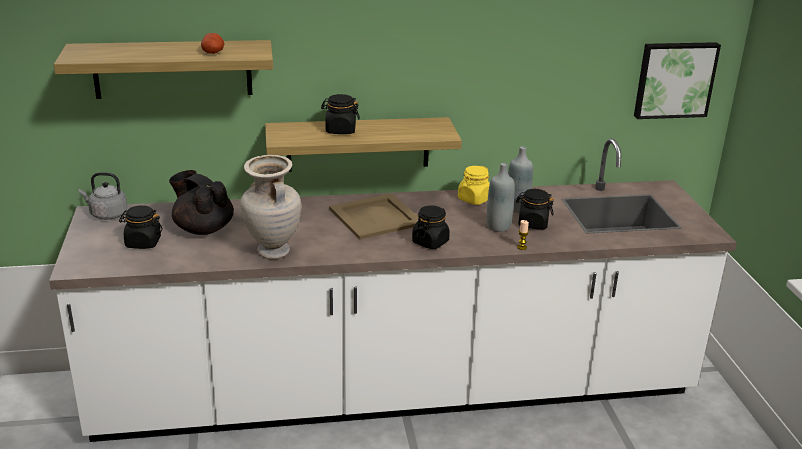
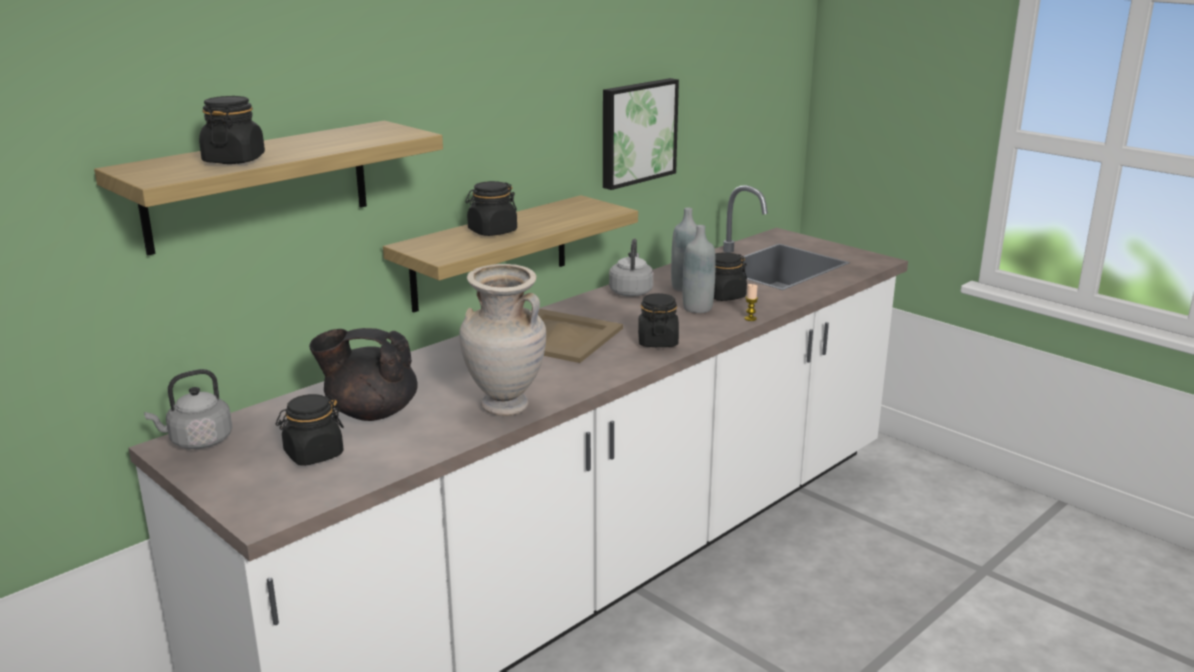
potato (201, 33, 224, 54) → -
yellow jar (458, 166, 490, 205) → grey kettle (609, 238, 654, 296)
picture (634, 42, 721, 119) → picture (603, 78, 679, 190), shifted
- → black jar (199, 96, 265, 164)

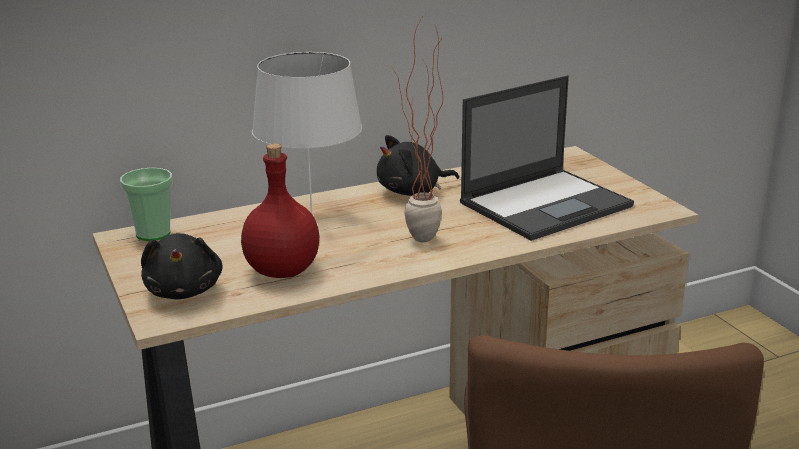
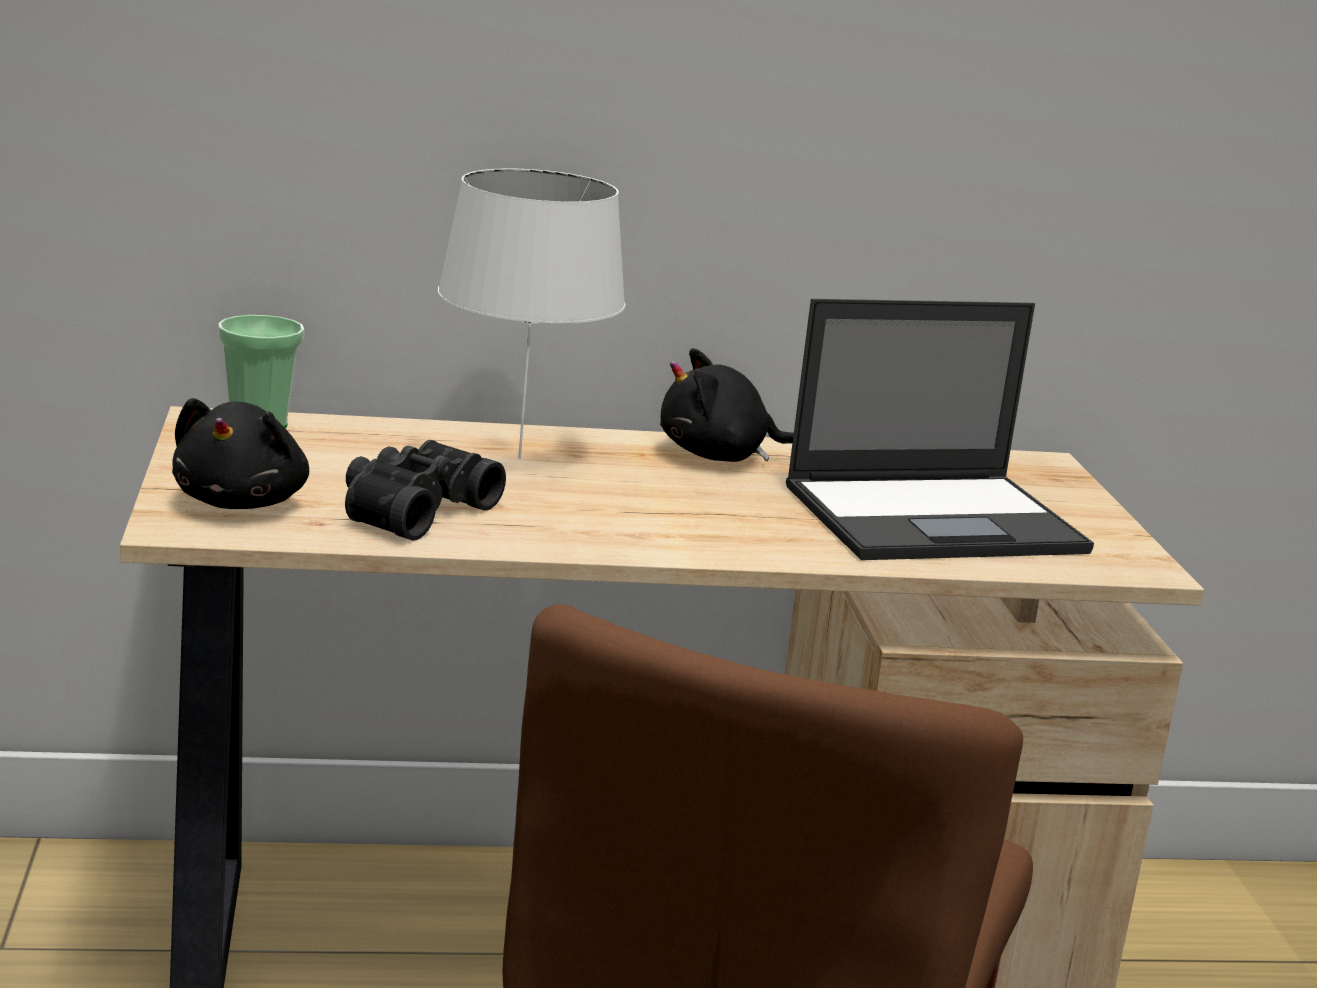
red bottle (241, 143, 319, 278) → black binoculars (345, 440, 506, 541)
potted plant (391, 15, 443, 243) → -

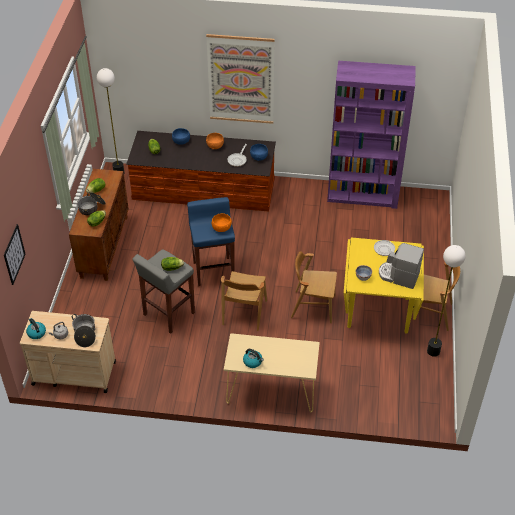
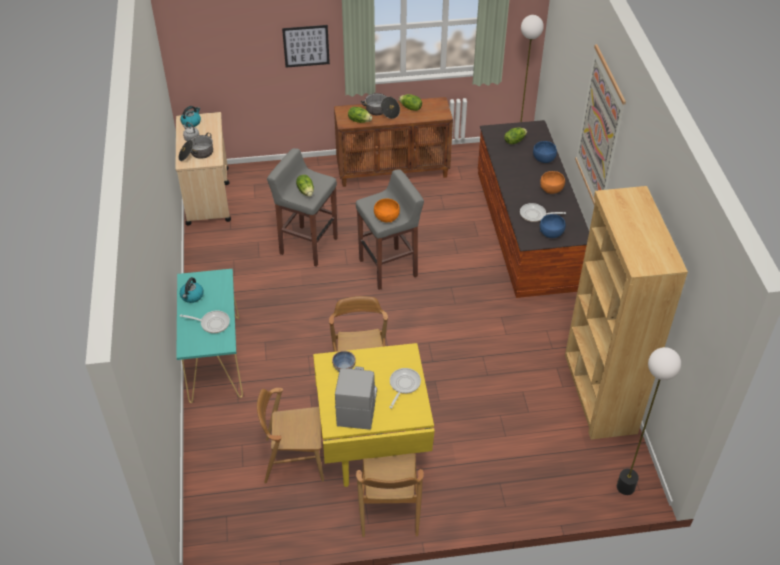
picture (4, 224, 26, 285) → picture (282, 25, 330, 68), shifted
blue stool (187, 197, 235, 286) → grey stool (356, 169, 424, 290)
brown chair (221, 271, 267, 331) → brown chair (257, 388, 324, 483), shifted
beige console table (224, 333, 320, 413) → turquoise console table (176, 269, 243, 403)
purple bookcase (327, 61, 416, 209) → brown bookcase (565, 186, 688, 440)
floor lamp (427, 245, 465, 357) → floor lamp (617, 347, 681, 495), shifted
- → frying pan (180, 310, 230, 333)

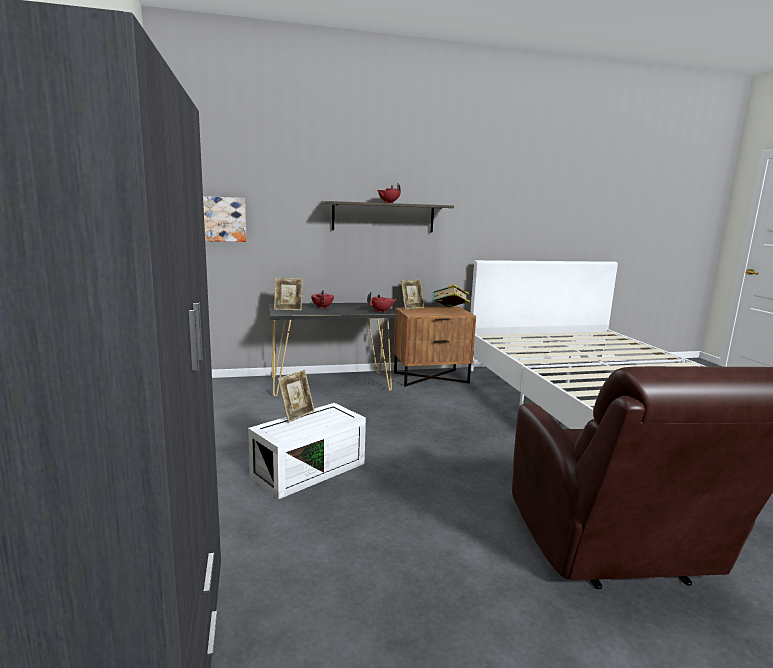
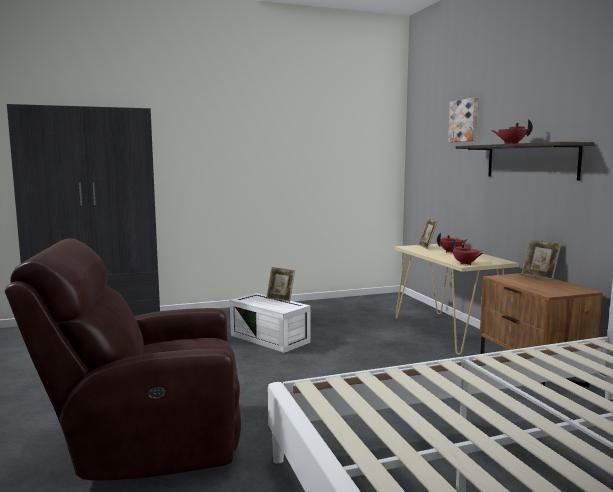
picture (203, 196, 246, 242) → picture (448, 97, 478, 142), shifted
black console table (269, 303, 397, 397) → beige console table (394, 244, 519, 355)
book (432, 284, 470, 307) → -

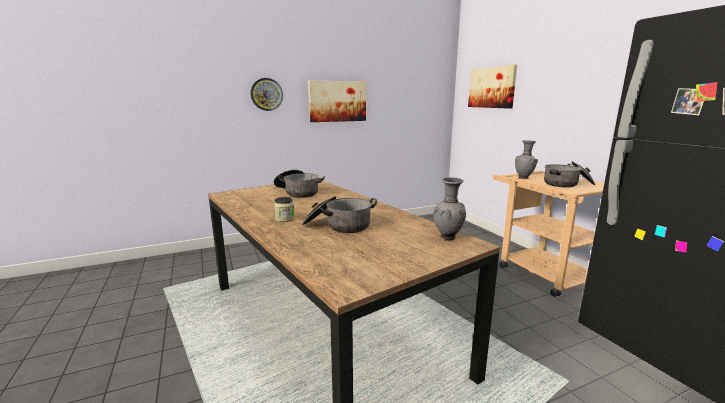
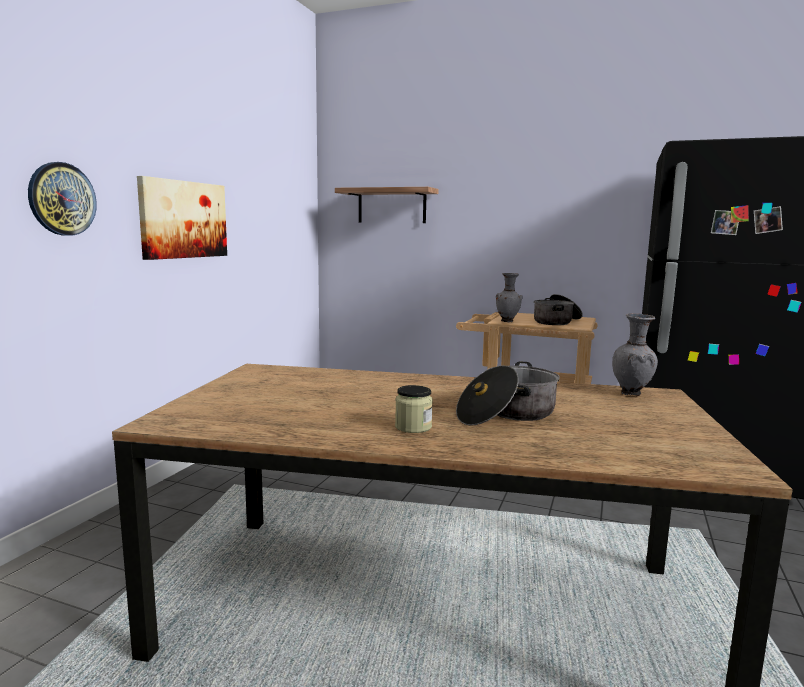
cooking pot (274, 170, 325, 198) → -
picture (468, 65, 517, 109) → shelf (335, 187, 438, 223)

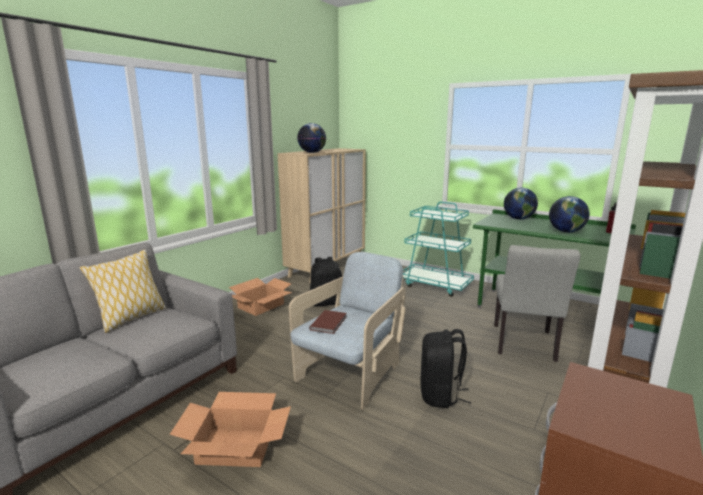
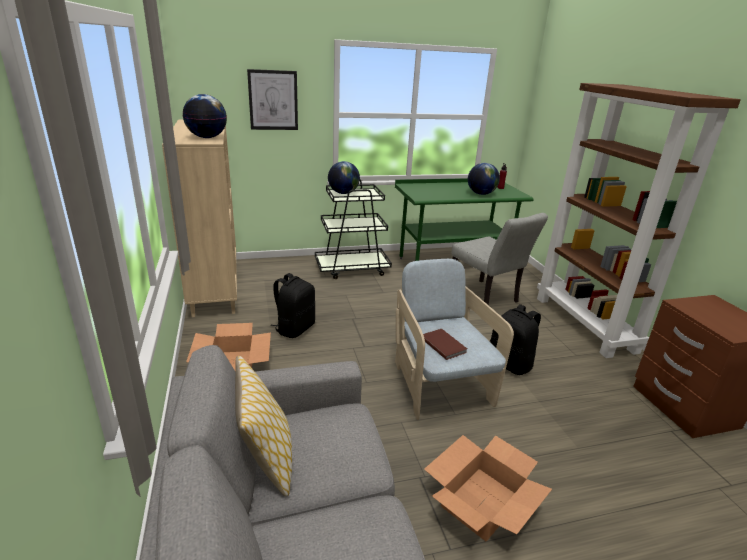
turquoise cart (403, 202, 474, 297) → black cart (315, 180, 392, 279)
globe (504, 187, 538, 220) → globe (328, 161, 360, 194), shifted
- → picture (247, 69, 298, 130)

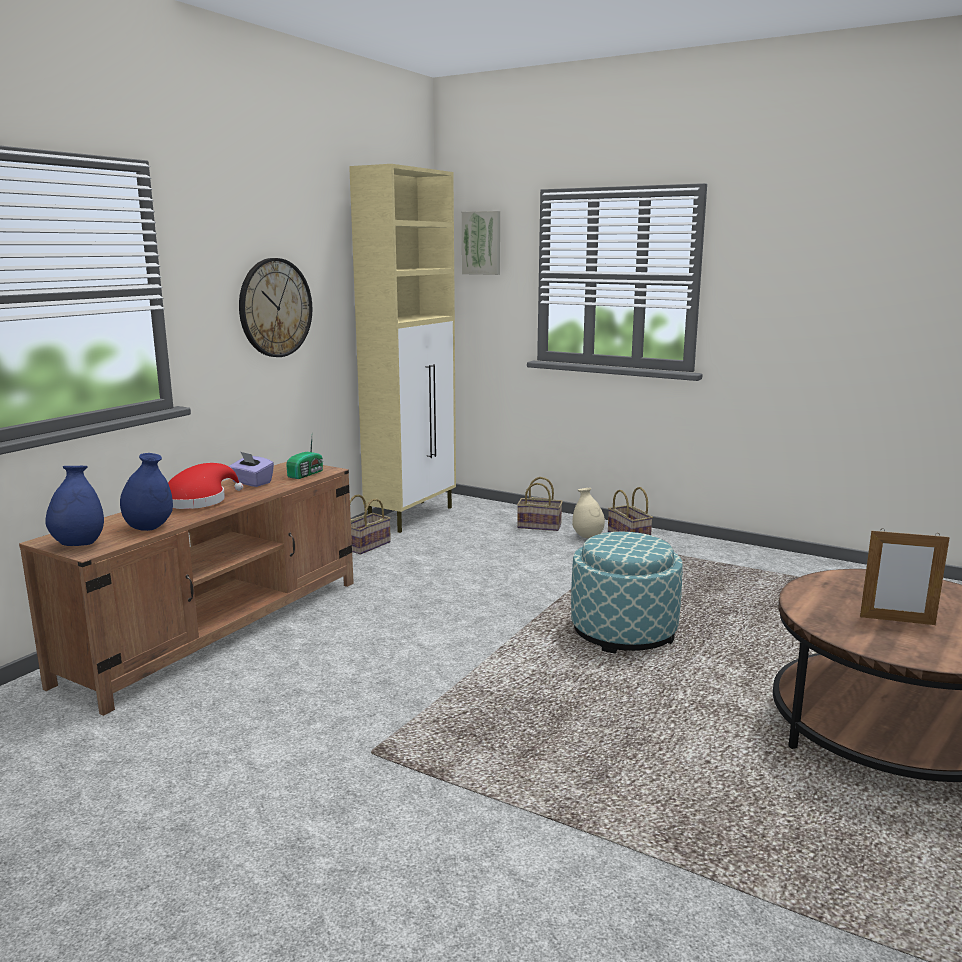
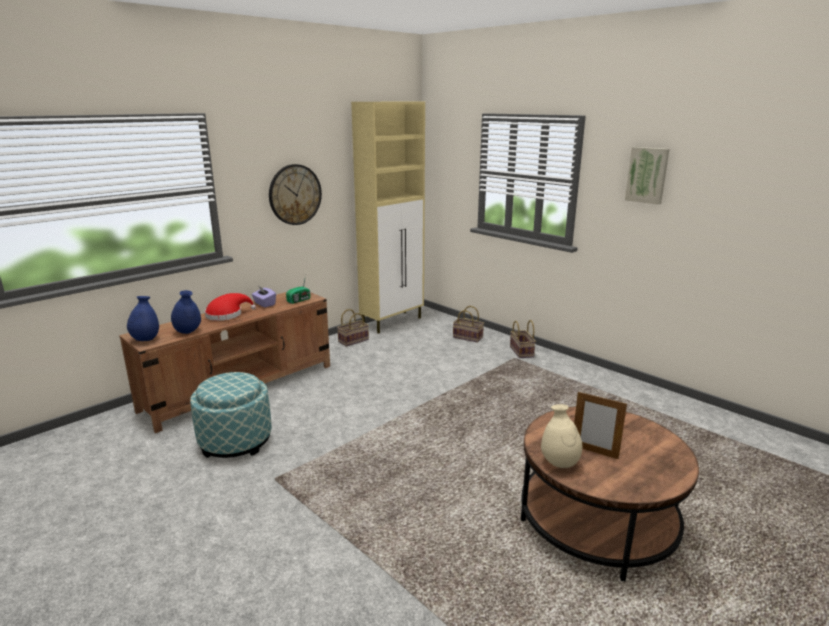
picture (462, 211, 500, 275) → picture (625, 147, 670, 205), shifted
ottoman (571, 532, 683, 654) → ottoman (190, 372, 272, 458), shifted
beige vase (572, 488, 605, 538) → beige vase (541, 404, 582, 468), shifted

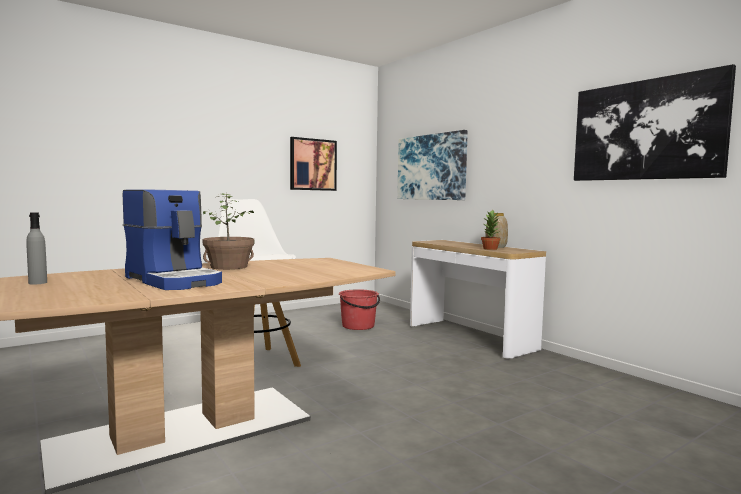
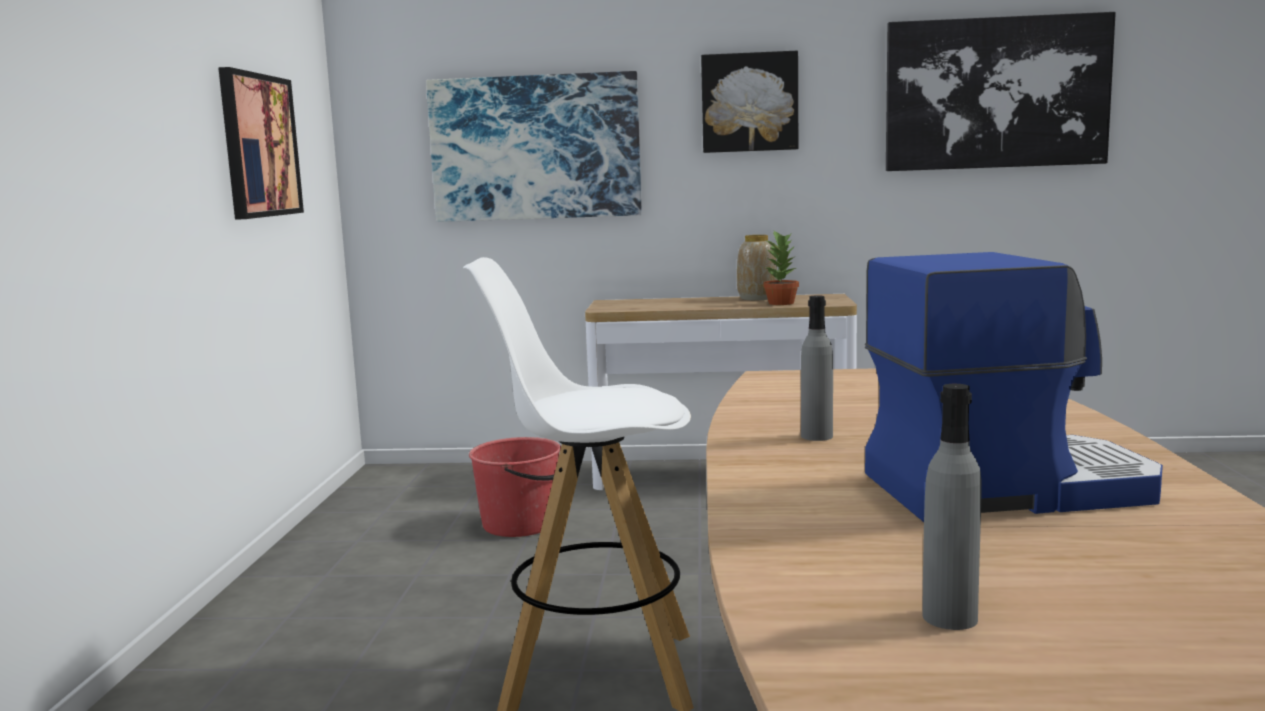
potted plant (203, 193, 254, 270) → grey bottle (801, 295, 833, 441)
- → picture (701, 51, 798, 153)

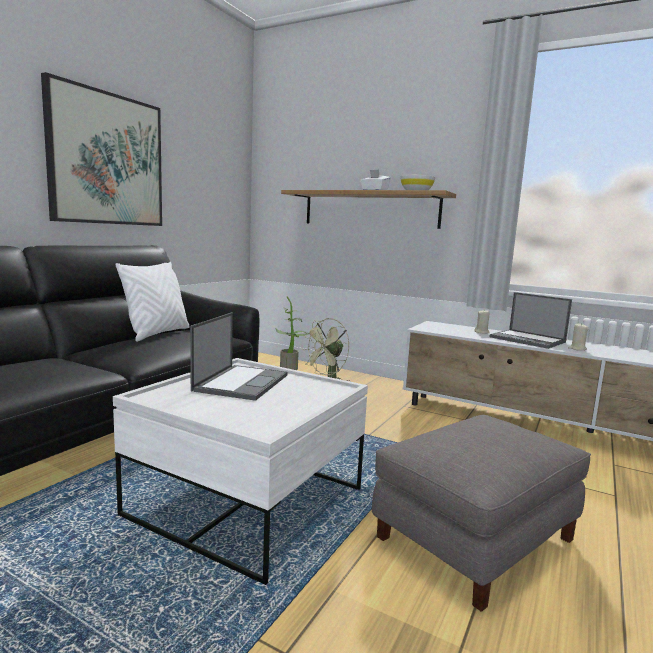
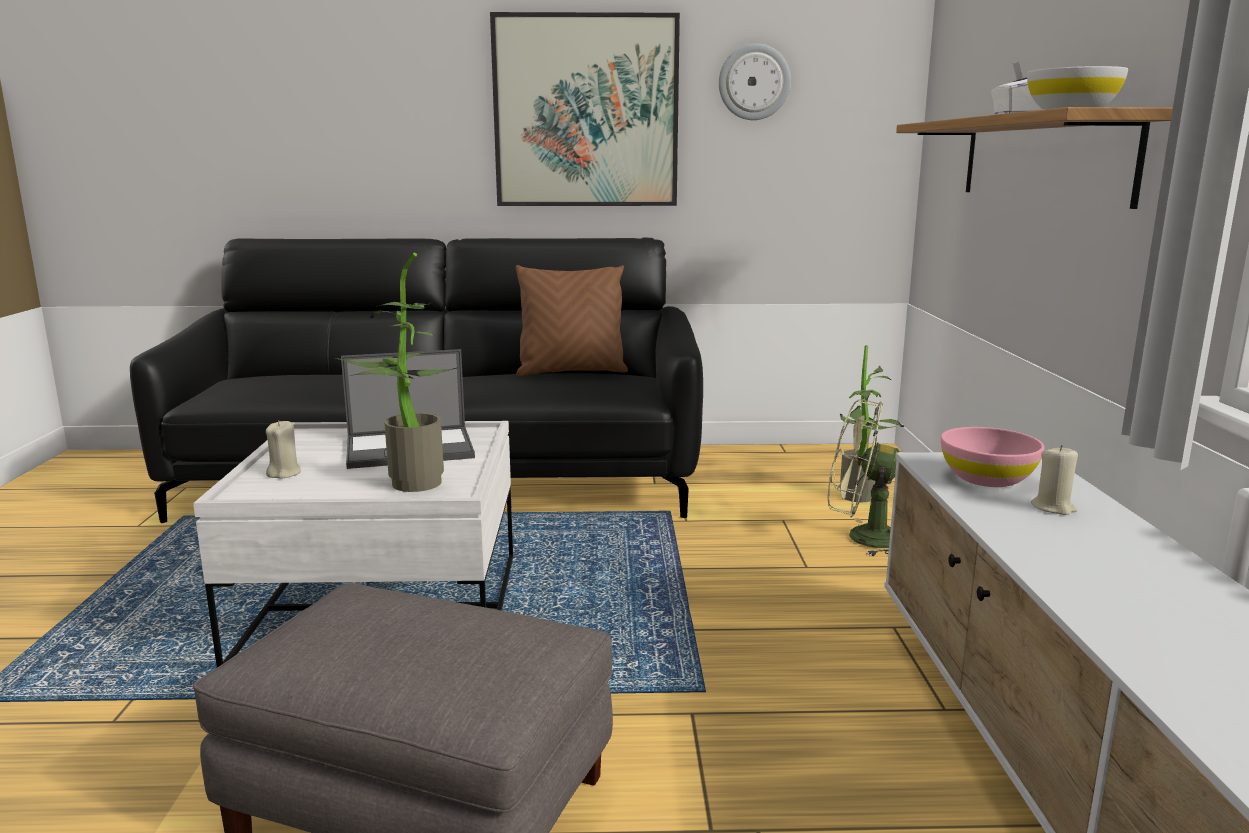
white pillow (115, 262, 190, 342) → brown pillow (515, 265, 628, 377)
laptop (489, 292, 572, 349) → -
beige candle (568, 323, 589, 351) → beige candle (266, 420, 301, 479), shifted
- → potted plant (336, 252, 456, 492)
- → wall clock (719, 43, 791, 120)
- → pink bowl (941, 427, 1045, 487)

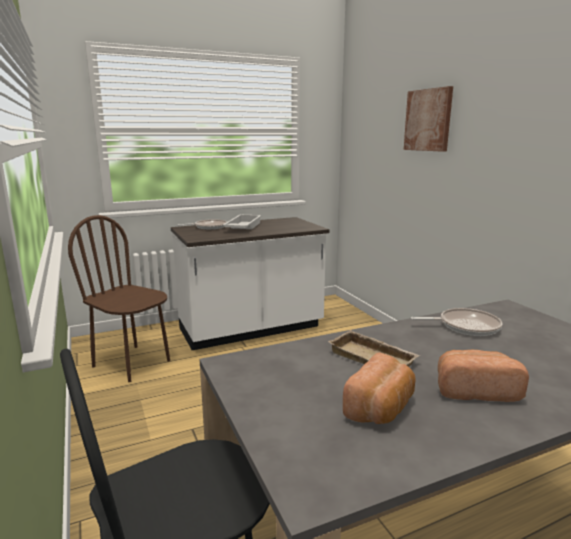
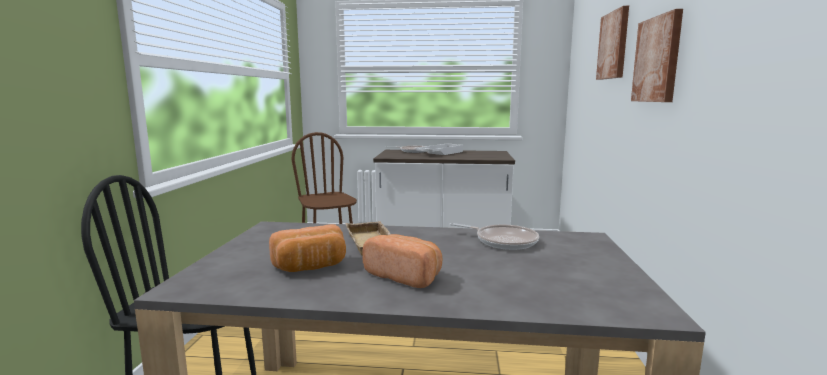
- → picture (631, 9, 683, 102)

